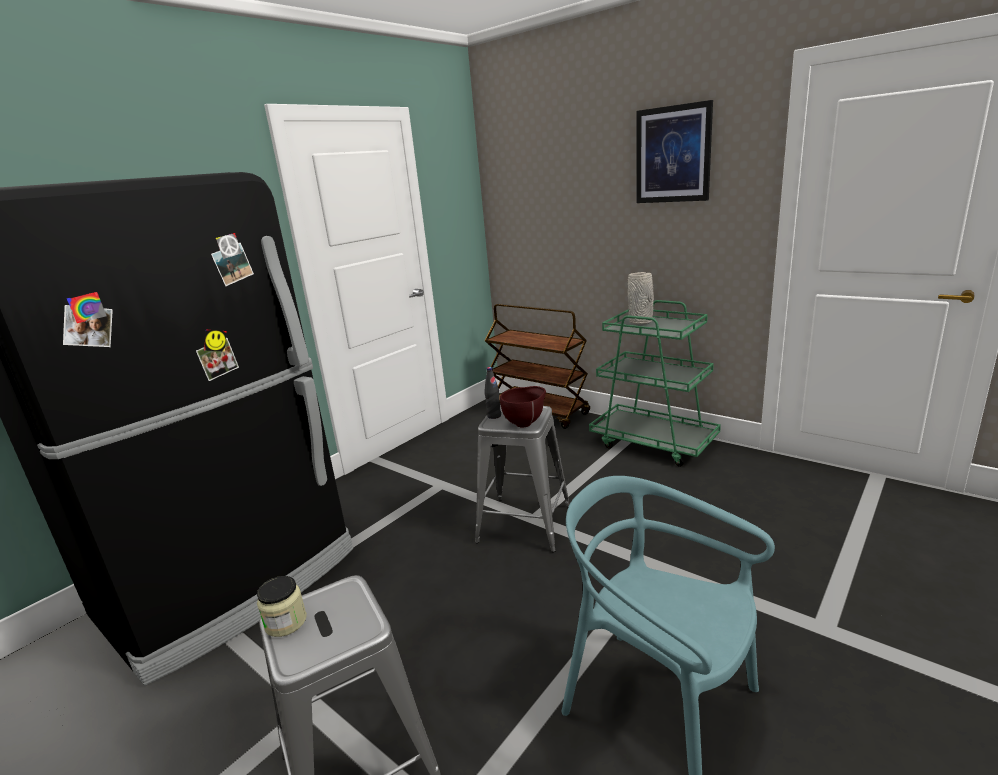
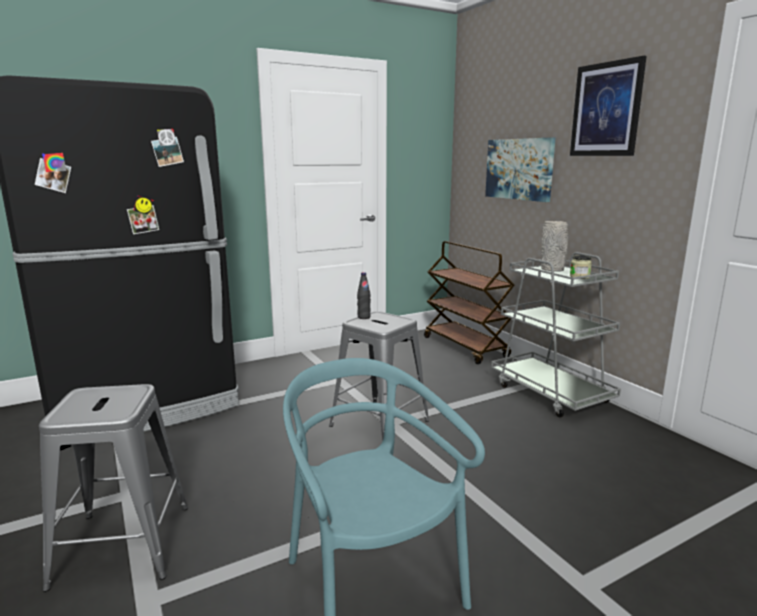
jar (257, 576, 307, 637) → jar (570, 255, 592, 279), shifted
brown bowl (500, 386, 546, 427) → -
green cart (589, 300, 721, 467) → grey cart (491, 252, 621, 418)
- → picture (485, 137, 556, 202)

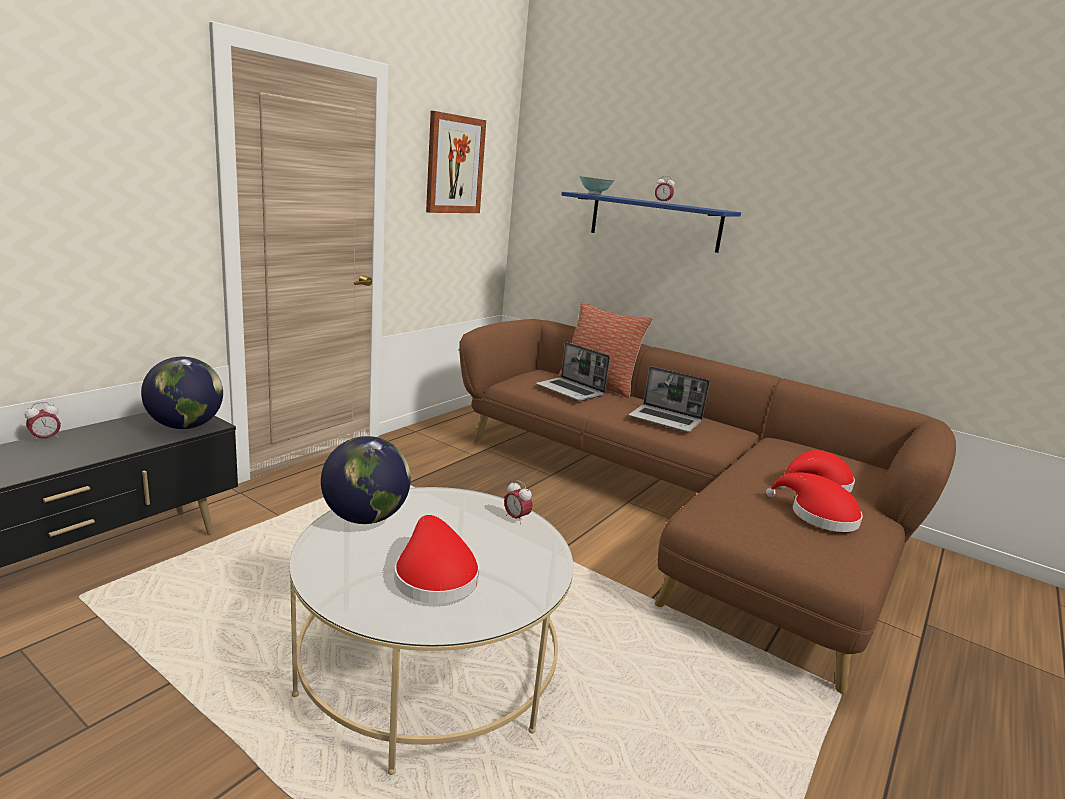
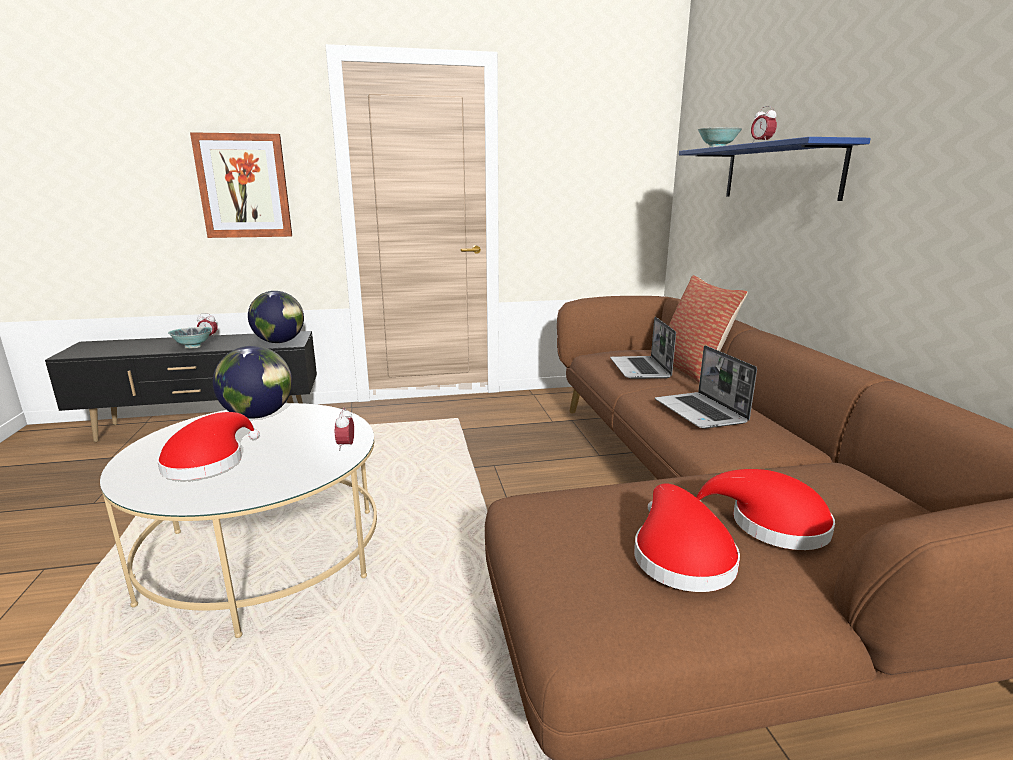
picture (426, 111, 486, 213) → picture (190, 132, 292, 238), shifted
- → bowl (168, 327, 213, 349)

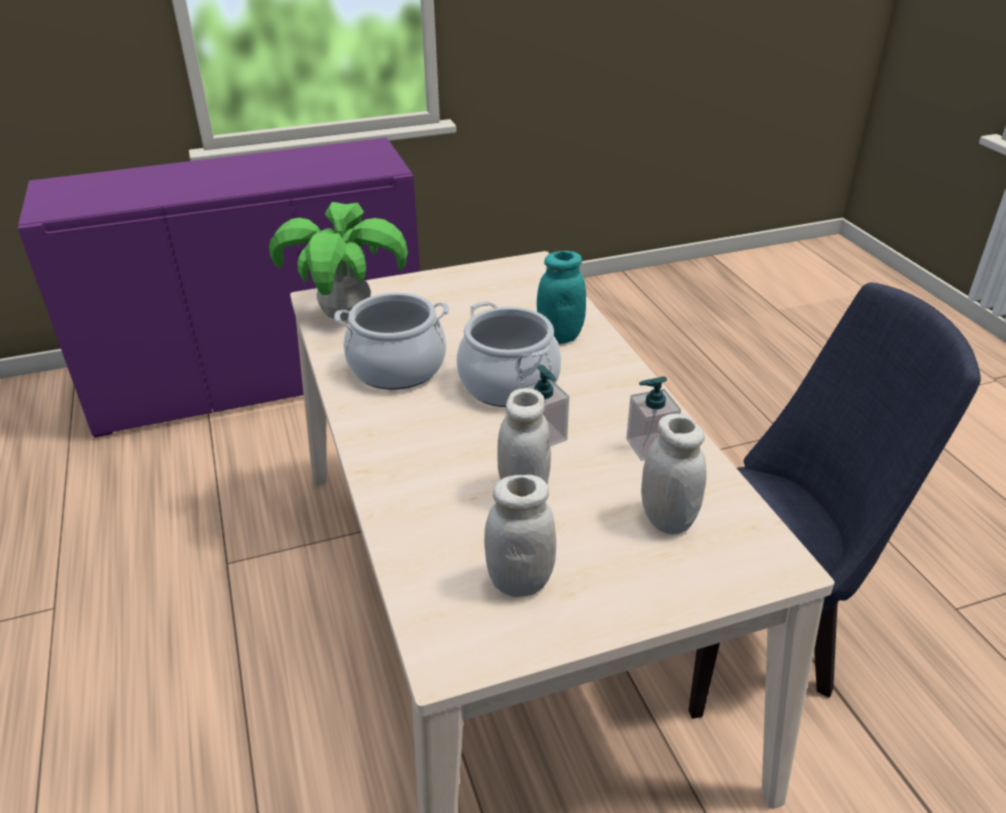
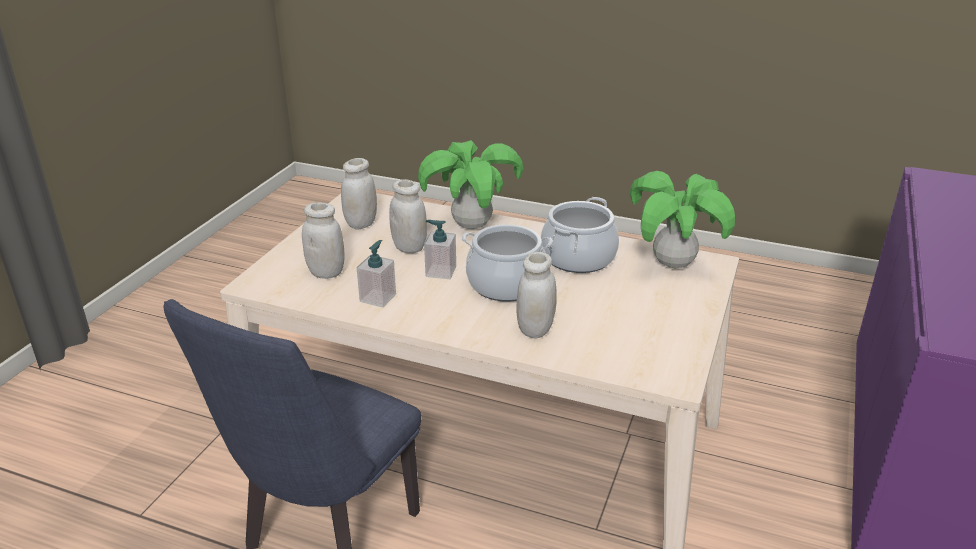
turquoise jar (537, 251, 586, 344) → white jar (516, 252, 557, 338)
- → potted plant (418, 140, 523, 229)

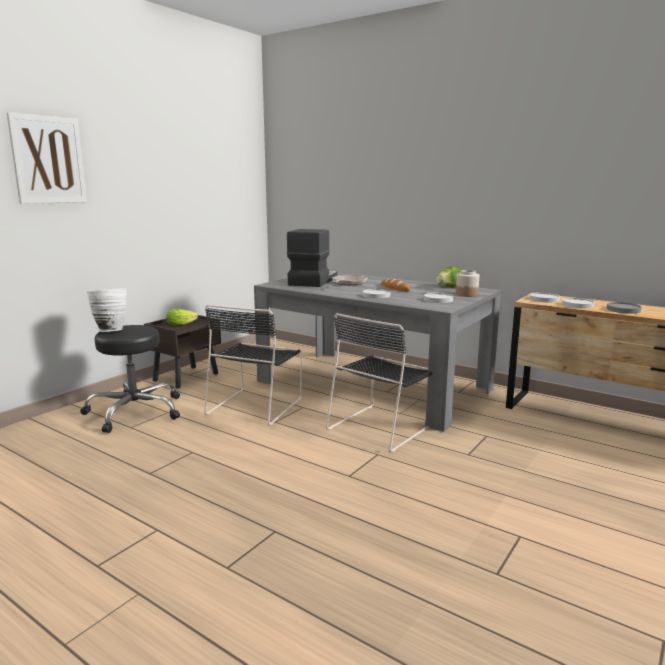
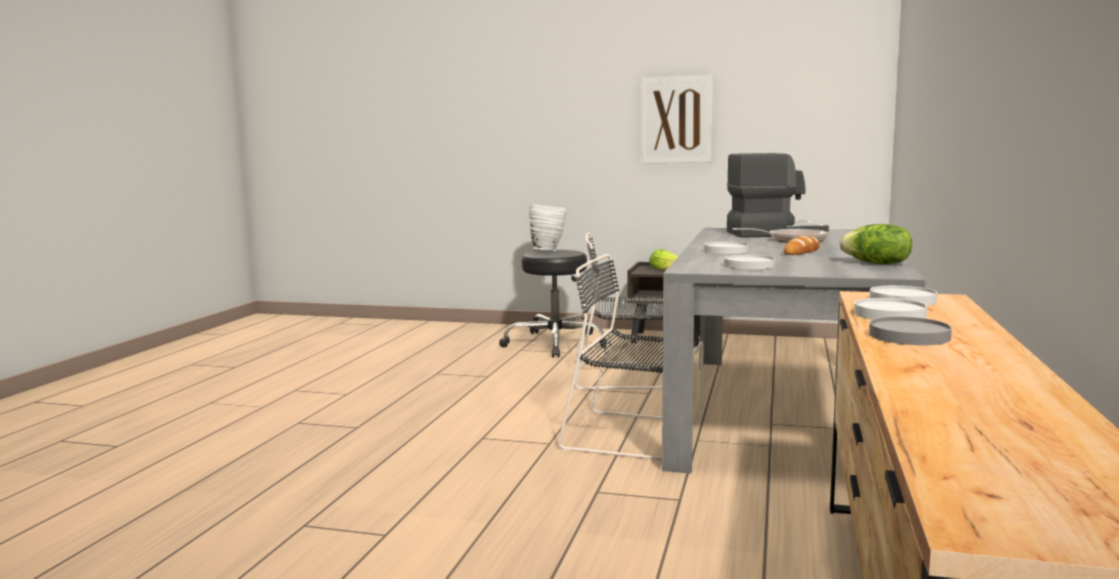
picture (7, 112, 87, 204) → picture (642, 75, 713, 163), shifted
jar (456, 270, 479, 297) → -

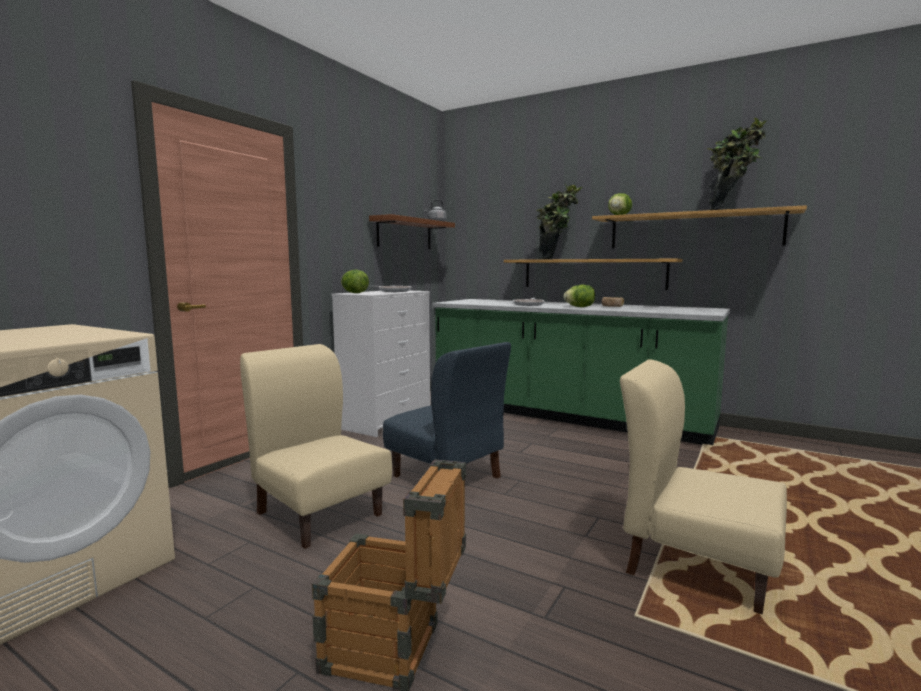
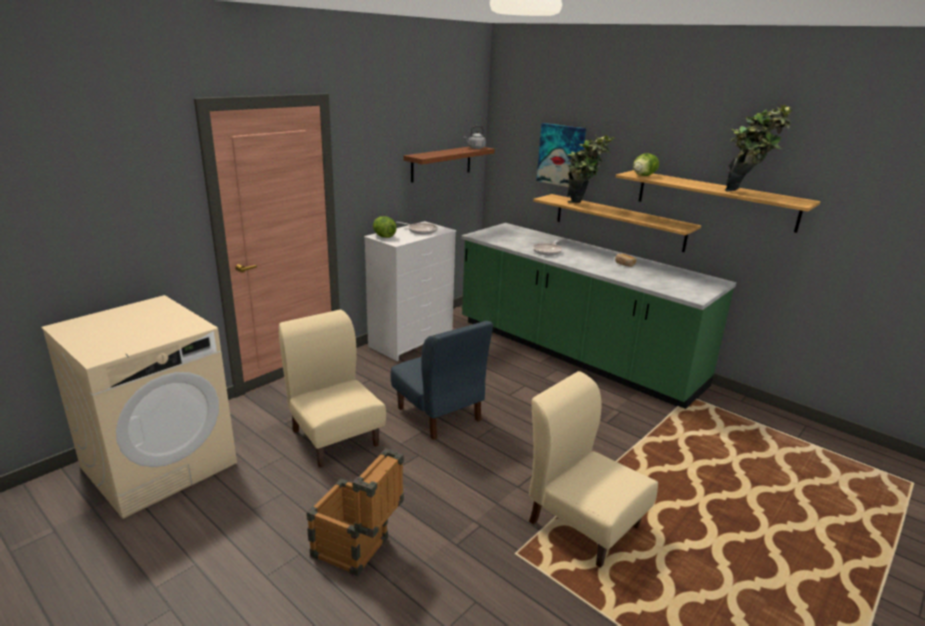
lettuce (563, 285, 595, 307) → -
- → picture (537, 123, 586, 187)

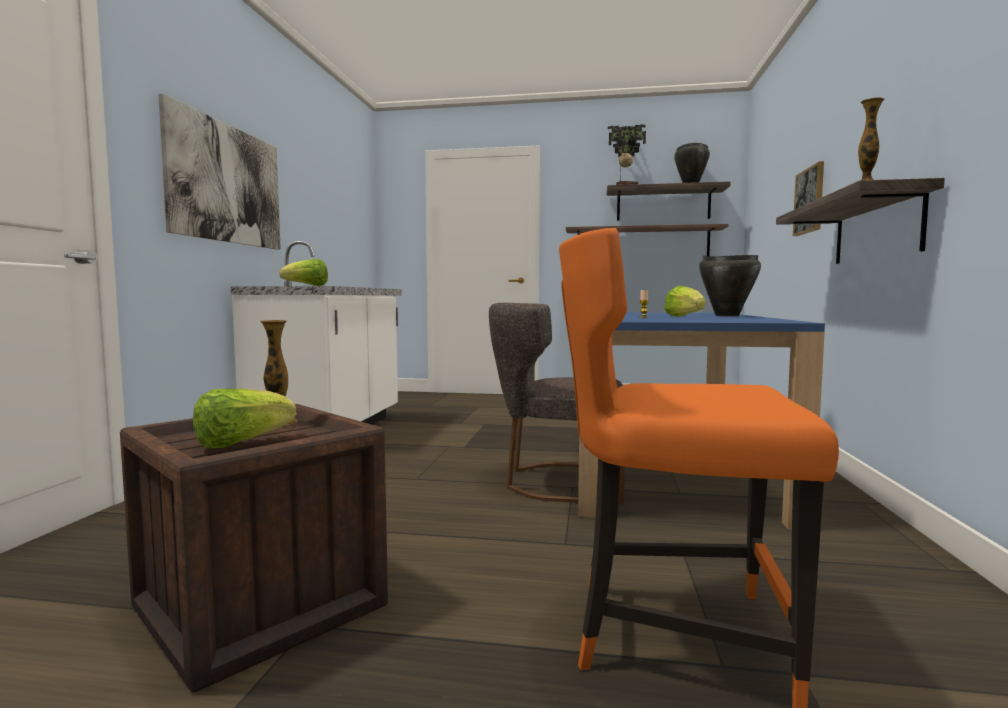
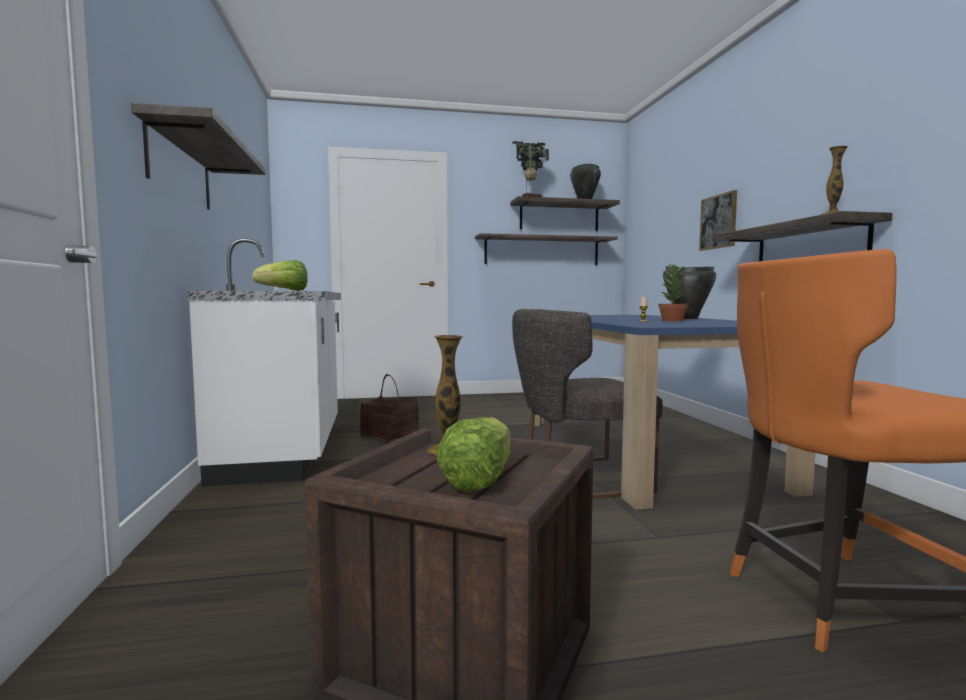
picture (158, 94, 281, 250) → shelf (131, 103, 266, 210)
lettuce (664, 286, 706, 317) → potted plant (658, 264, 688, 321)
- → basket (360, 374, 419, 443)

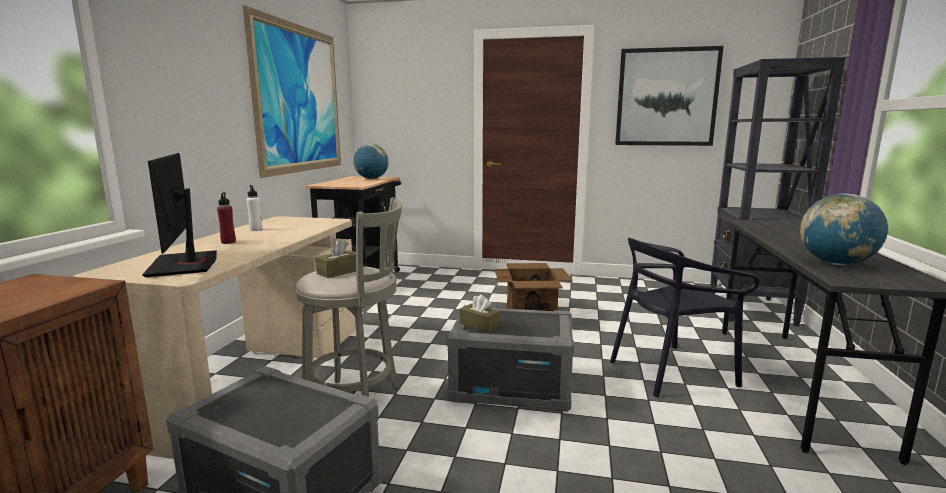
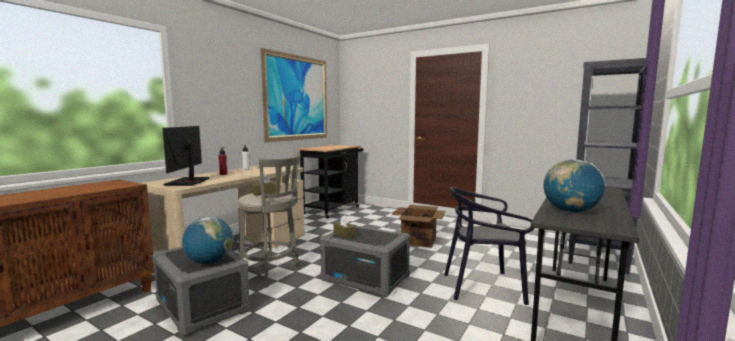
globe (353, 144, 389, 179) → globe (182, 217, 233, 264), shifted
picture (615, 46, 724, 146) → -

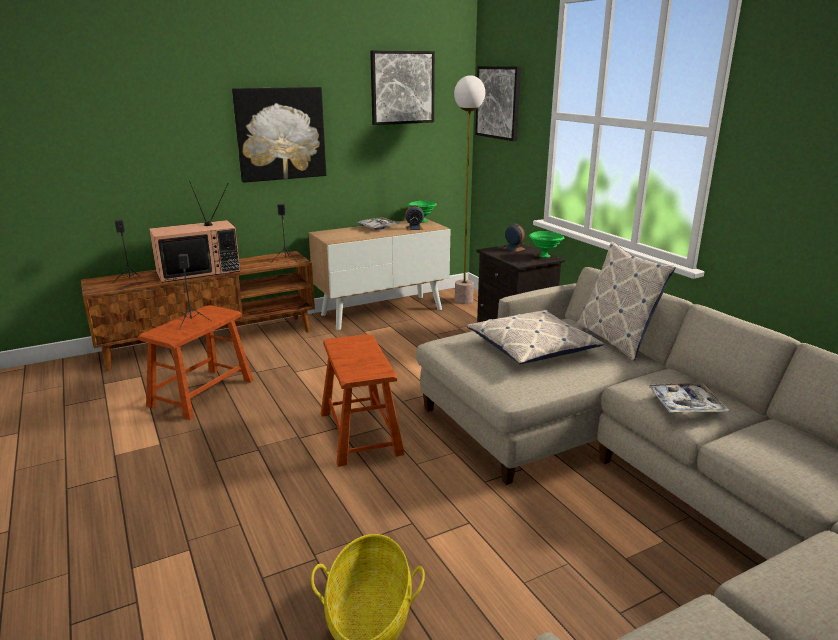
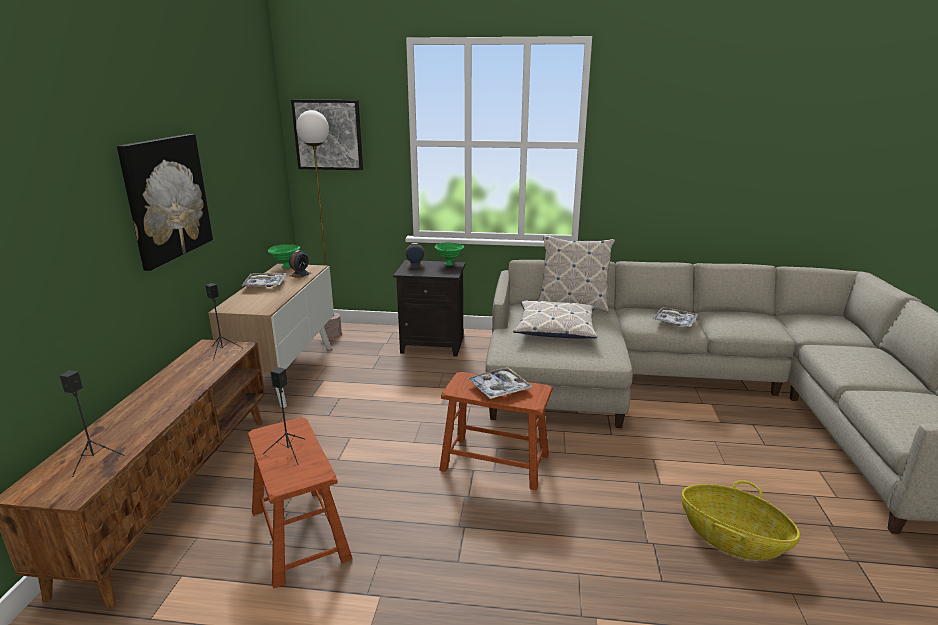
television (149, 181, 240, 283) → -
picture (370, 51, 435, 125) → -
- → tray (467, 367, 532, 399)

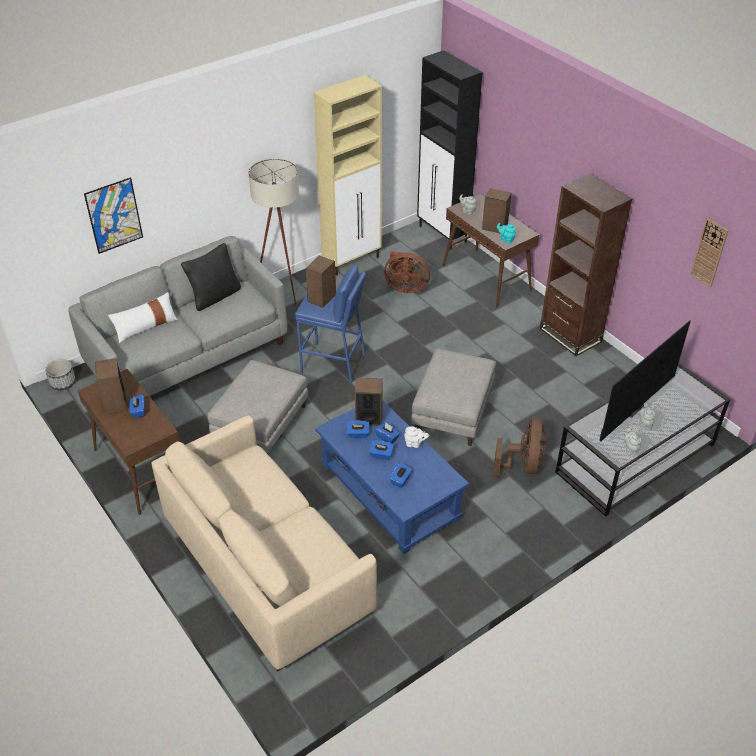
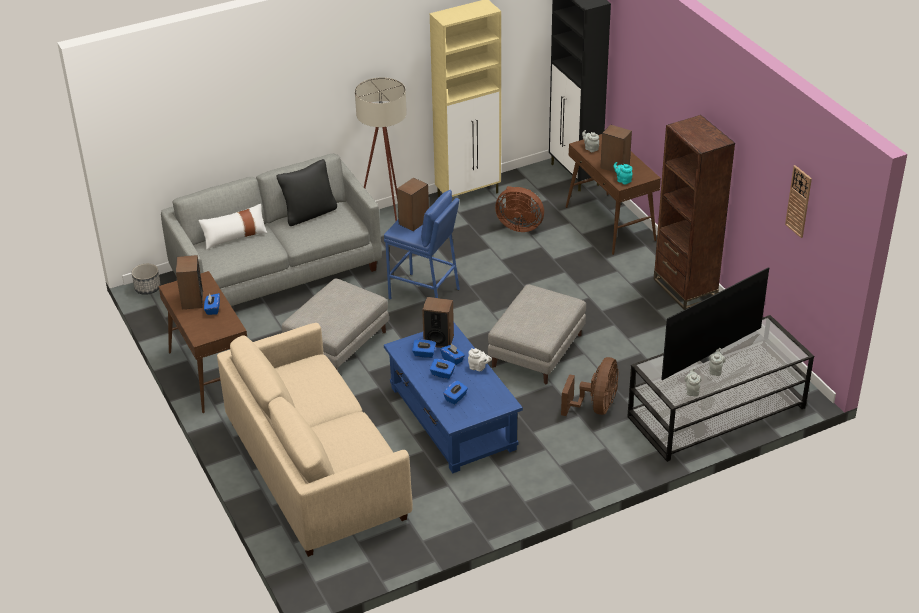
picture (84, 177, 143, 254) → -

